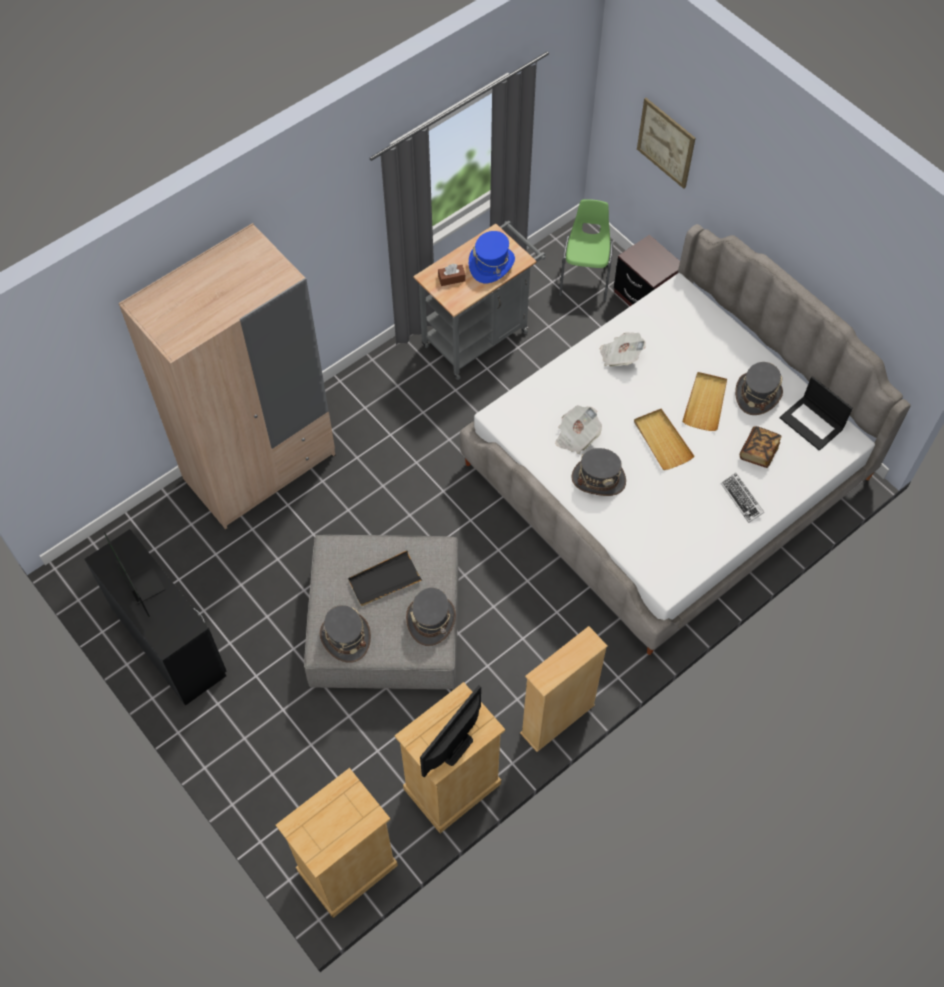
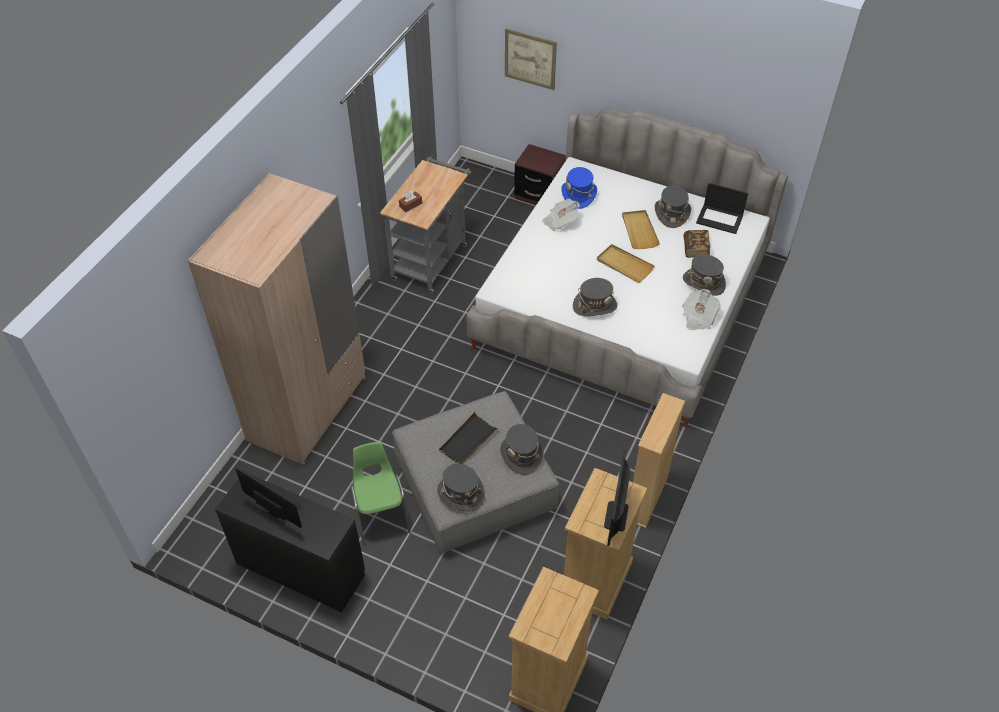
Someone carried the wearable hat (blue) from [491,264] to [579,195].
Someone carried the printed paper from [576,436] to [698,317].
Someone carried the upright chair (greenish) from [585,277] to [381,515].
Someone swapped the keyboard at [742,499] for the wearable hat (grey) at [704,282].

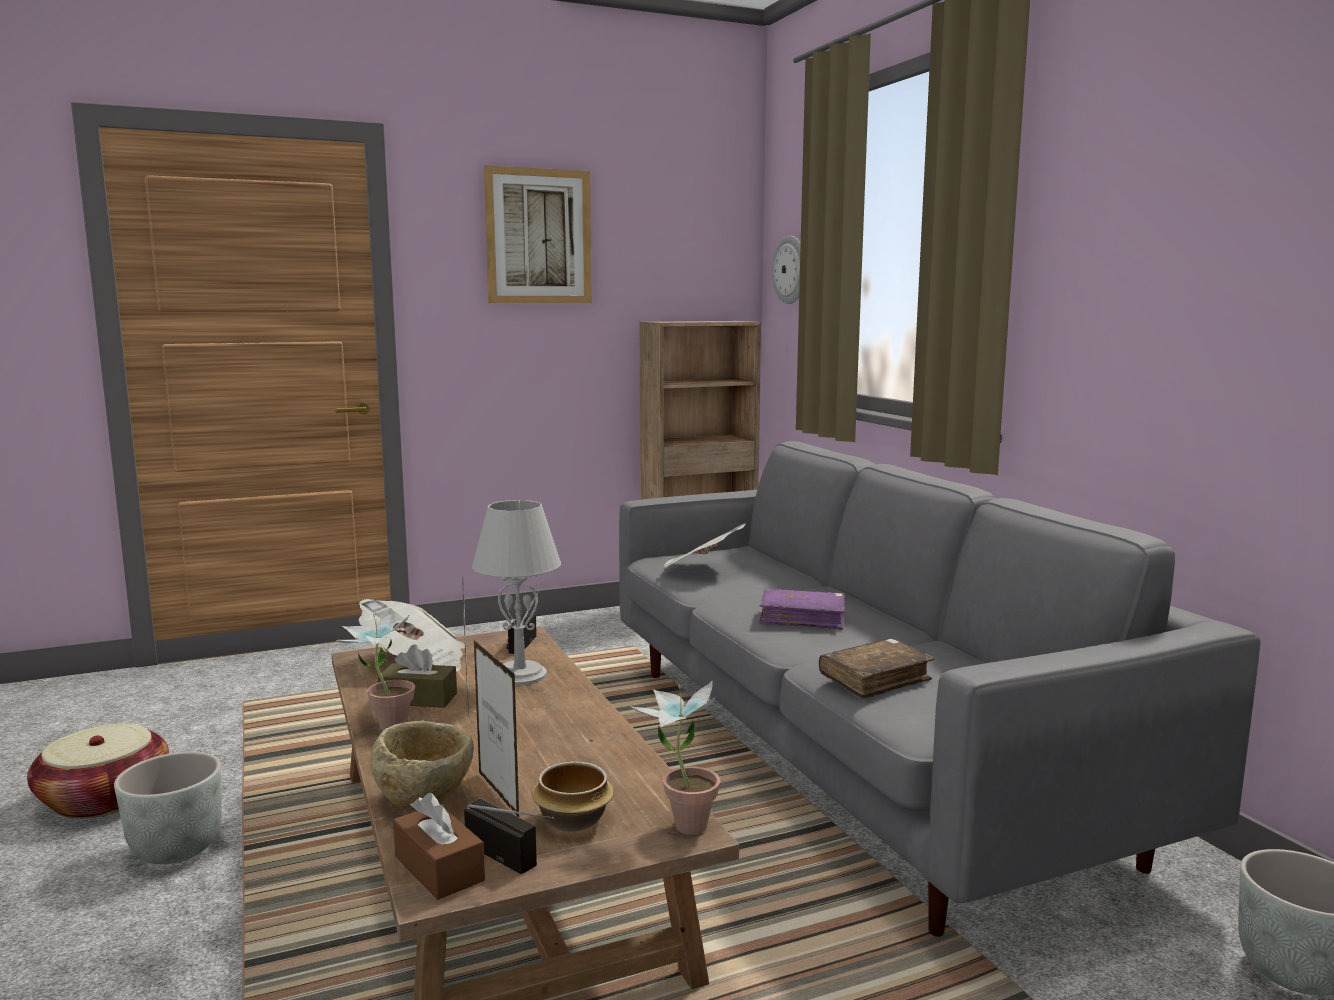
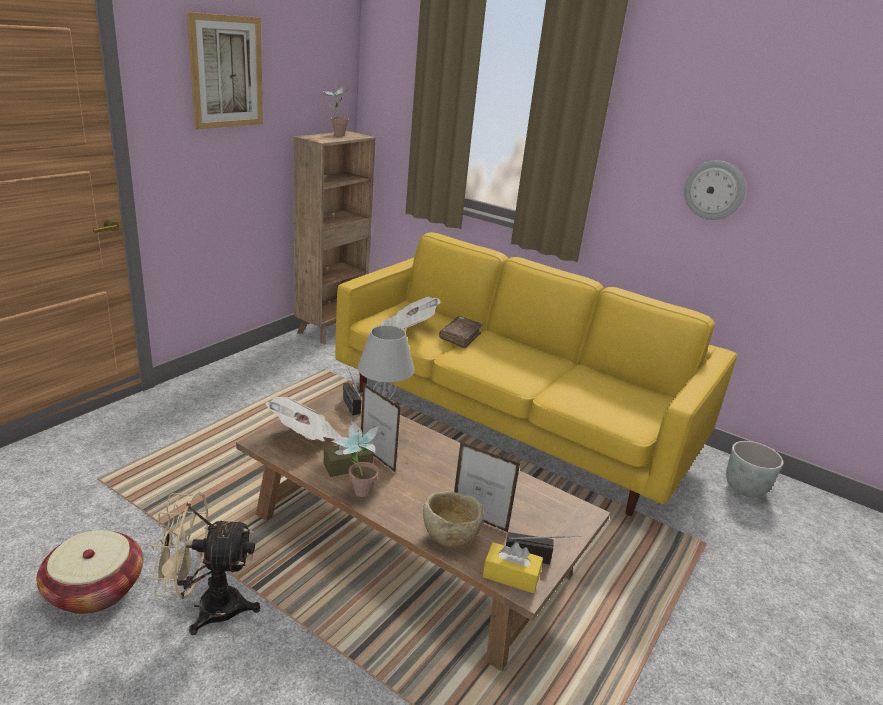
Someone swapped the planter (grey) at [176,851] for the electric fan (beige-coloured) at [207,607].
Someone repainted the tissue holder (brownish) at [439,868], which became the tissue holder (yellow) at [511,575].
Someone took away the bowl at [572,819].
Someone repainted the couch (grey) at [849,756], which became the couch (yellow) at [510,423].
Someone carried the plant in a pot from [681,822] to [335,134].
Someone took away the bound book (purple-coloured) at [802,619].
Someone carried the clock on the wall from [791,269] to [714,190].
Someone carried the bound book (brownish) from [875,680] to [460,337].

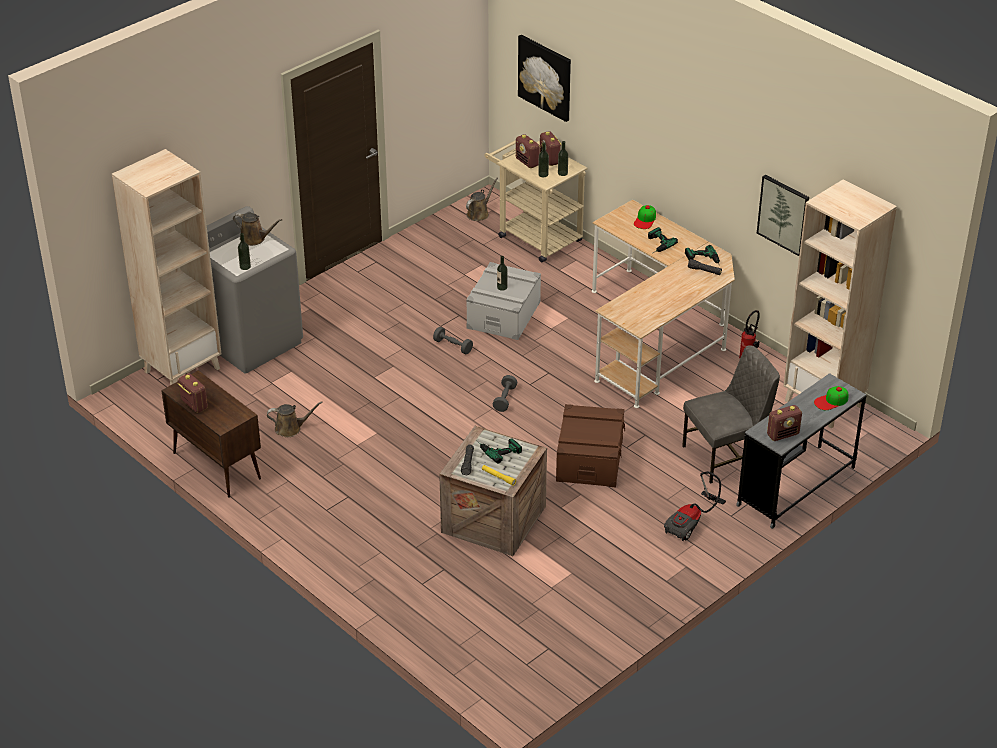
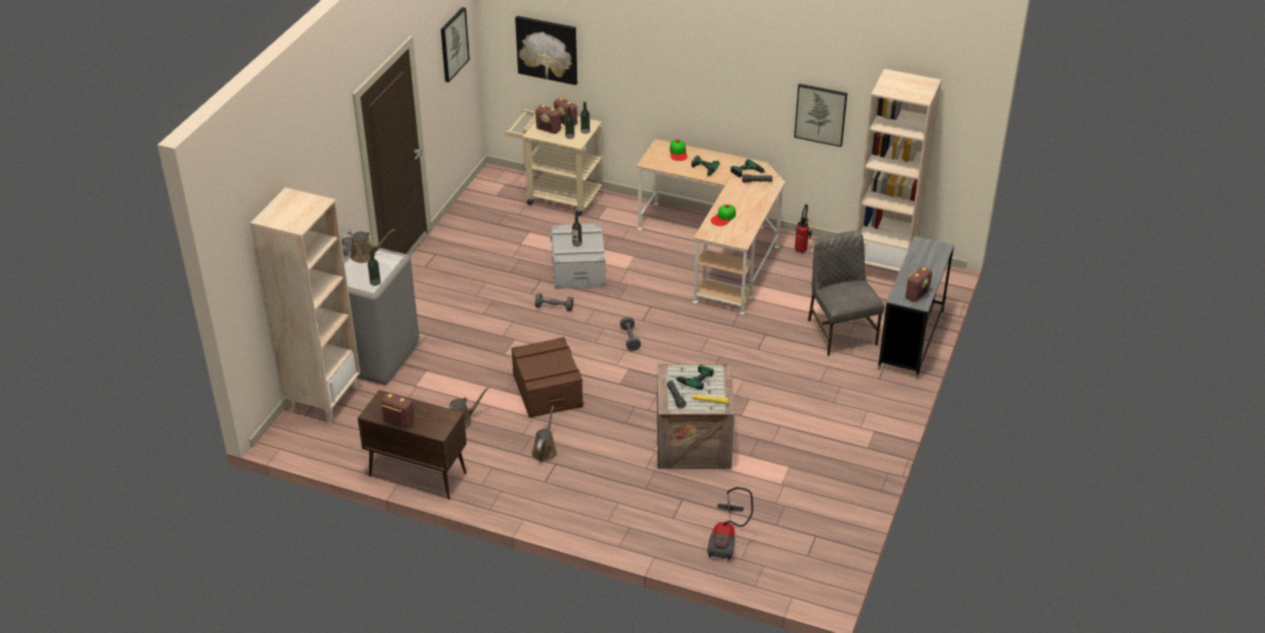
Someone carried the sprinkling can (brownish) from [479,213] to [545,451].
Someone carried the storage box (brownish) from [589,459] to [547,390].
Someone carried the vacuum from [693,523] to [727,539].
Someone rotated the upright chair (grey) at [726,456] by 60 degrees counterclockwise.
Someone carried the peaked cap from [831,401] to [723,217].
Someone put up the picture at [453,44].

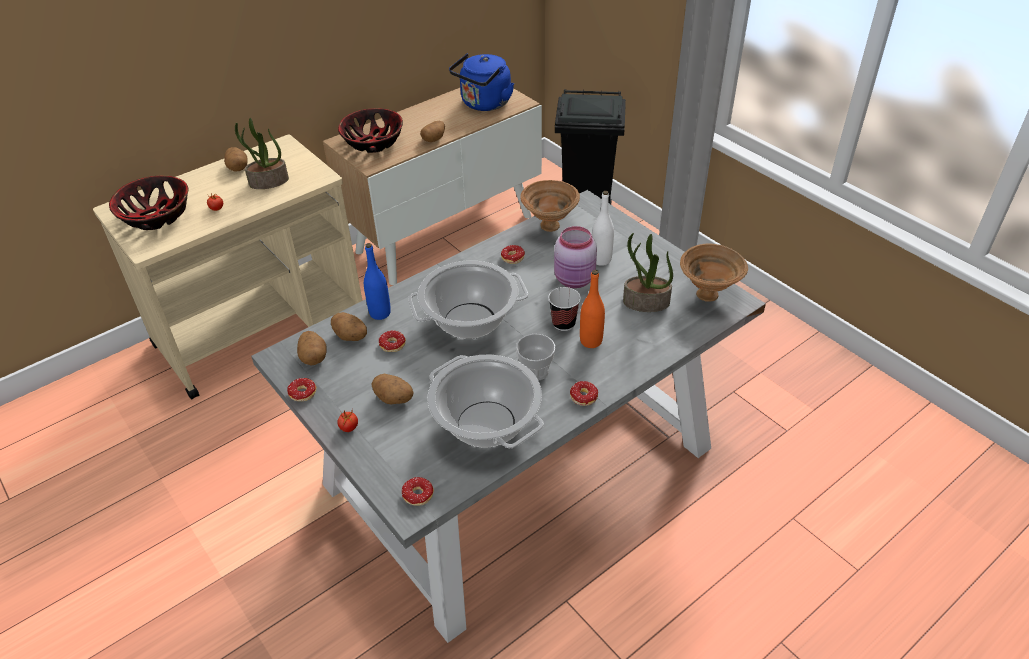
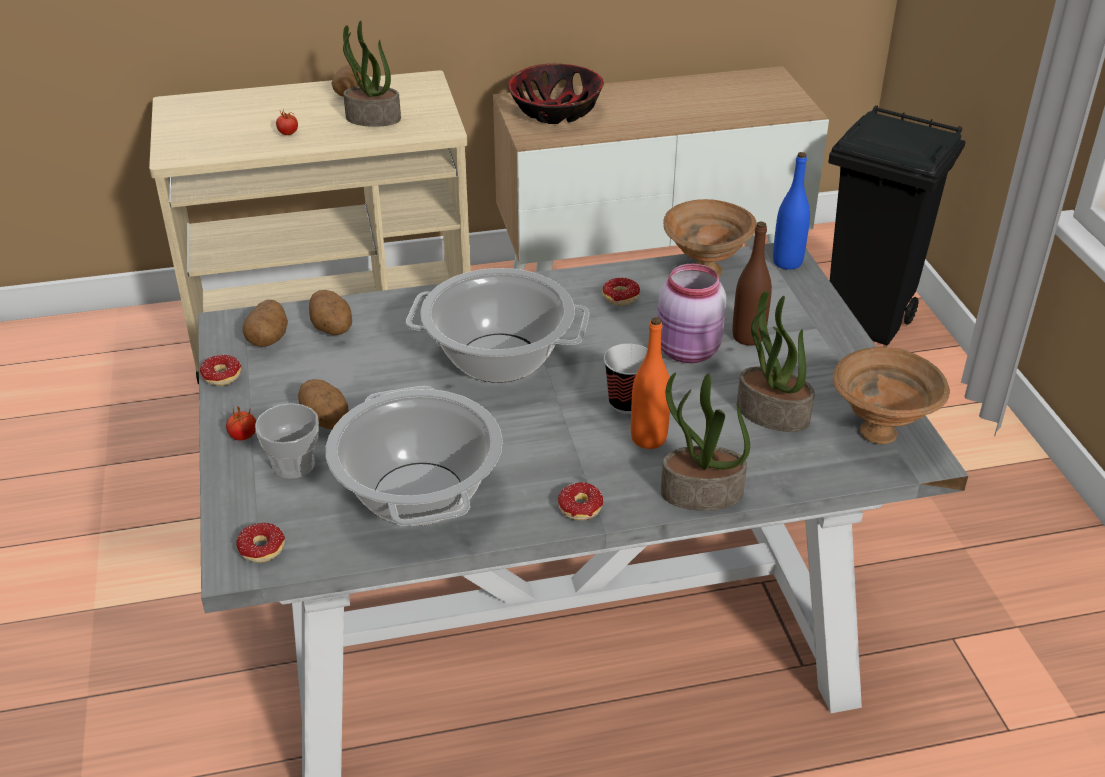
Someone took away the bowl at [156,217].
Someone carried the beverage bottle (blue) from [380,313] to [787,262].
Someone took away the donut at [390,348].
Someone took away the whole potato at [434,139].
Someone took away the kettle (blue) at [484,104].
Someone carried the drinking cup from [535,371] to [293,464].
Someone repainted the beverage bottle (white) at [601,260], which became the beverage bottle (brownish) at [748,337].
Someone put down the plant in a pot at [700,494].

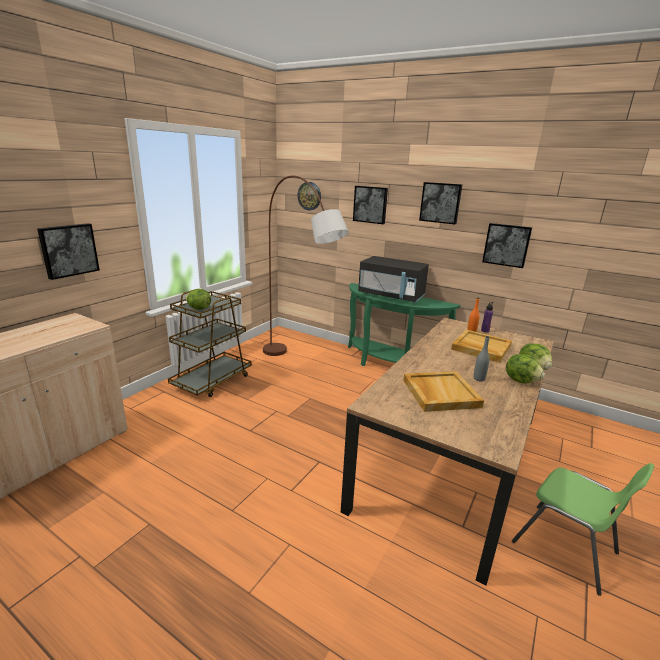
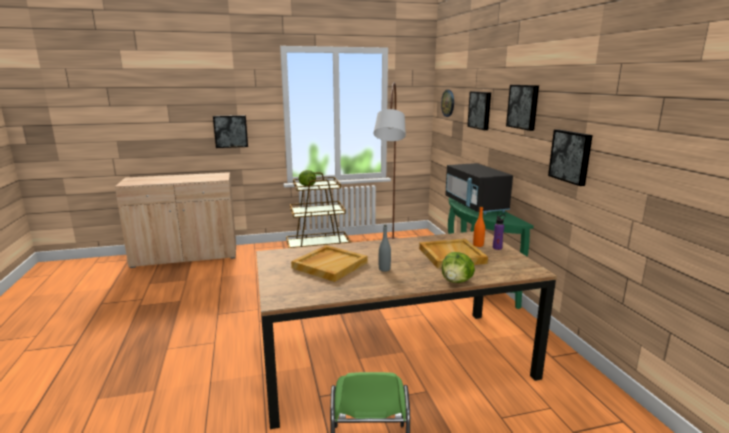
Someone took away the lettuce head at [521,380].

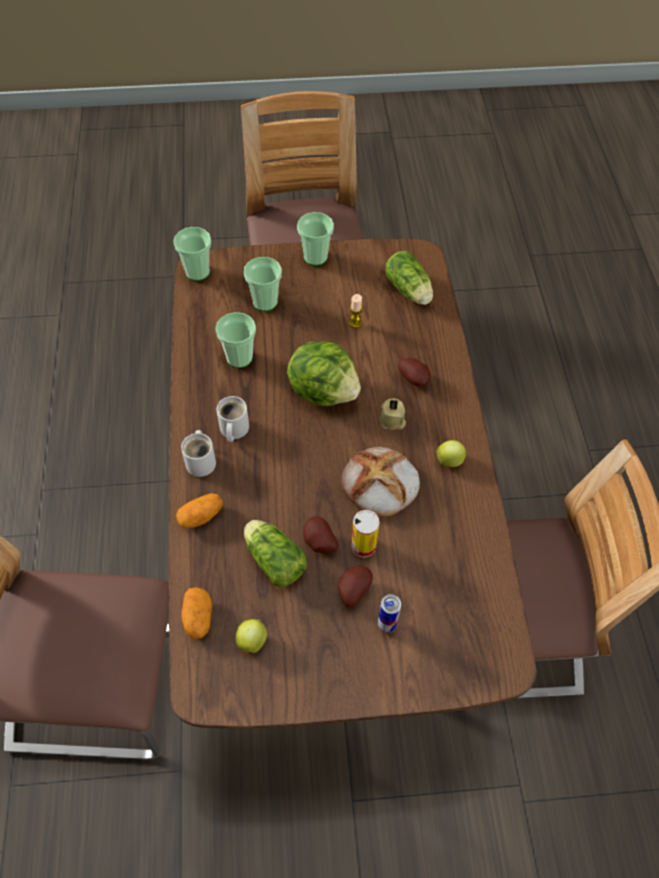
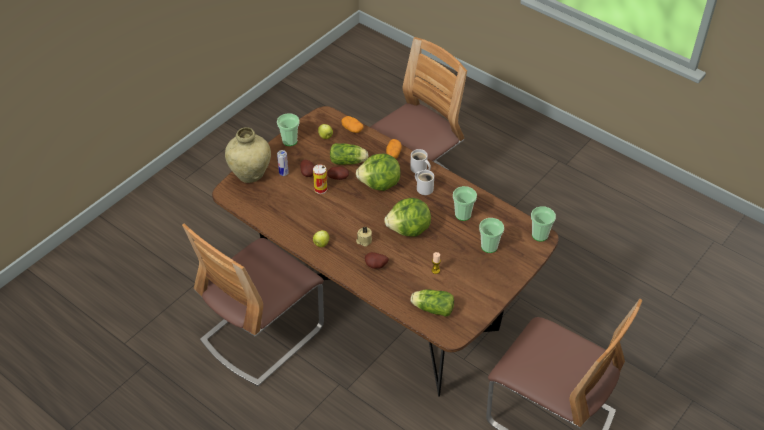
Someone carried the drinking cup from [315,257] to [289,141].
Someone took away the baked bread at [380,485].
Someone put down the vase (beige-coloured) at [250,175].
Someone put down the lettuce head at [380,185].

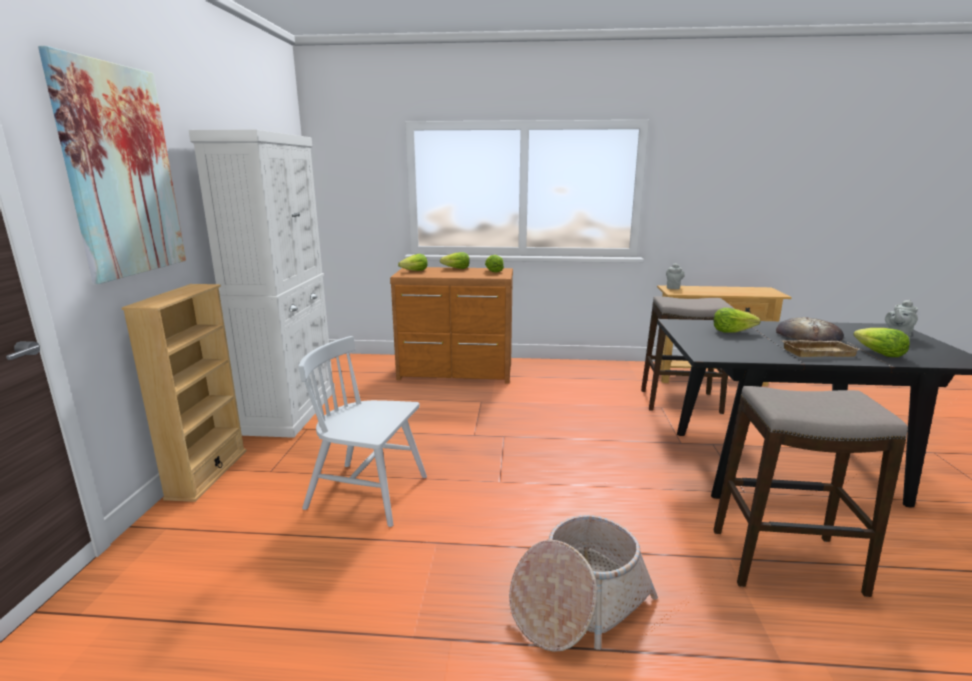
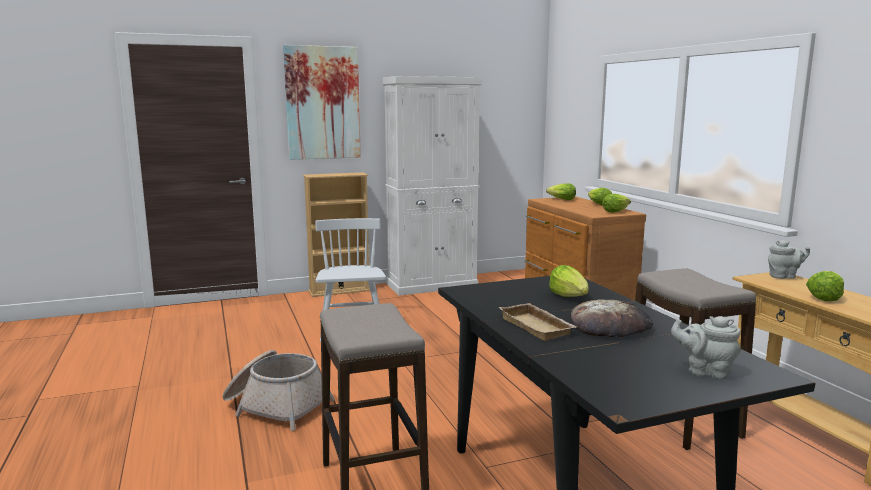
Someone carried the lettuce head from [878,353] to [825,297].

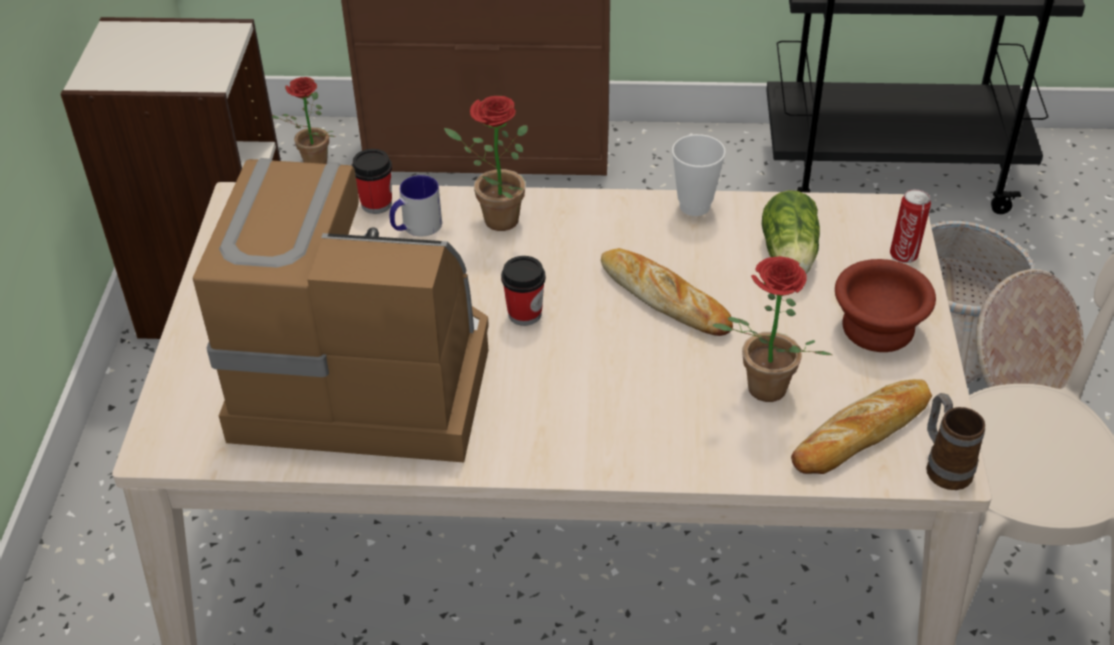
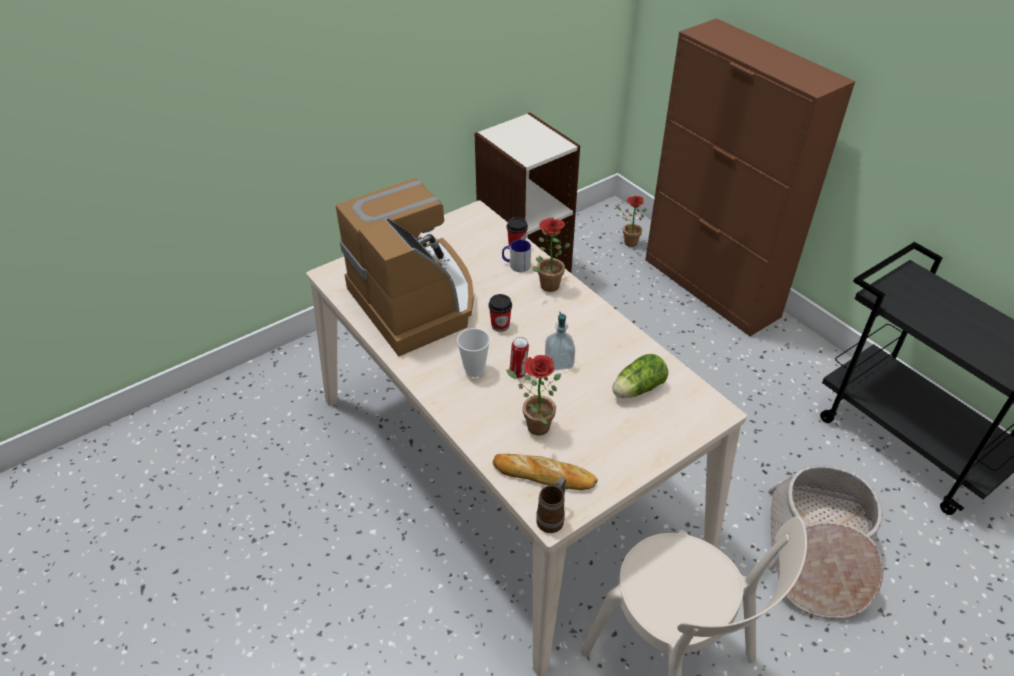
Someone swapped the baked bread at [664,298] for the liquid soap bottle at [559,362].
Someone carried the drinking cup from [694,206] to [474,370].
Someone took away the bowl (brownish) at [881,328].
Someone carried the metal can from [904,254] to [518,373].

